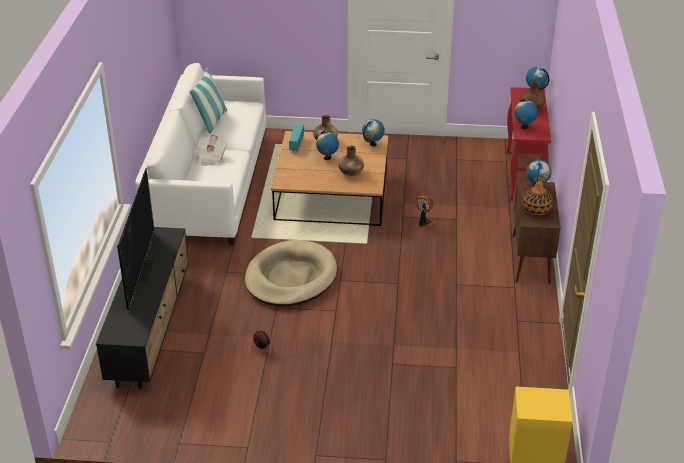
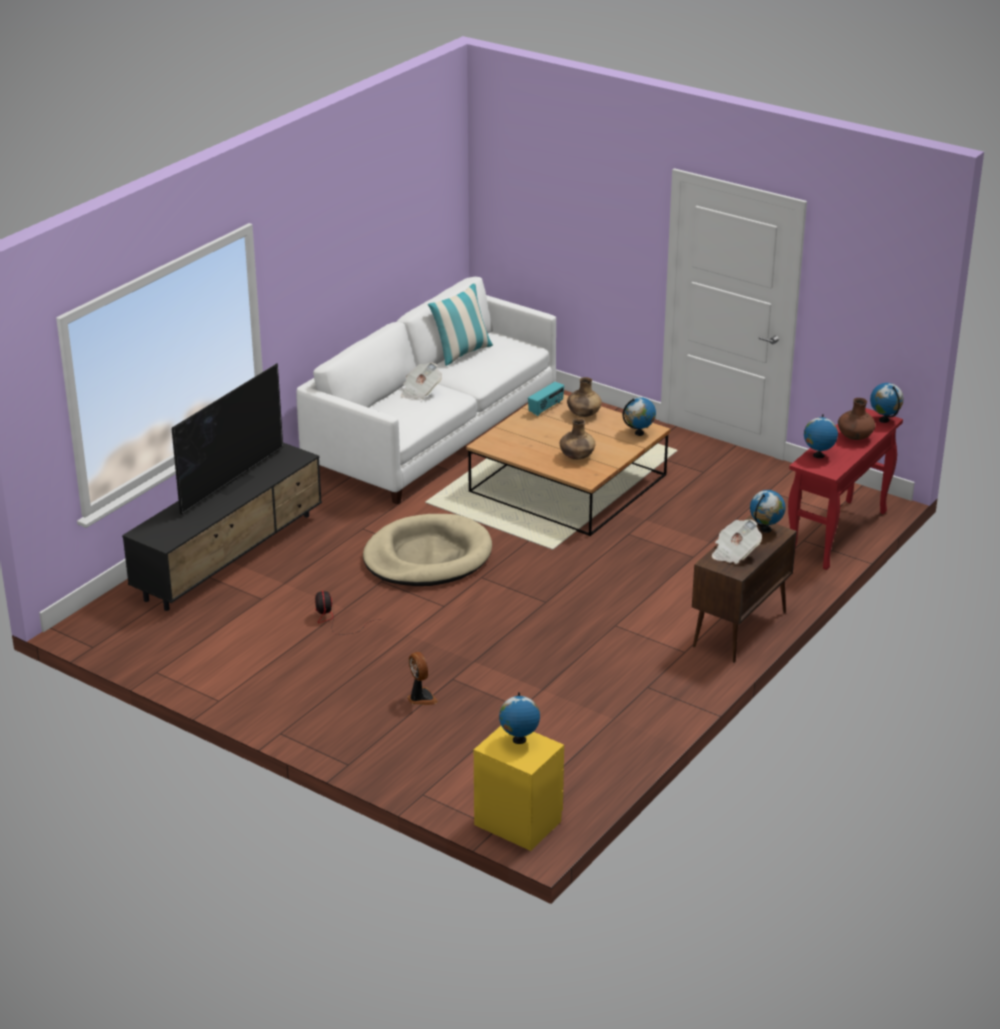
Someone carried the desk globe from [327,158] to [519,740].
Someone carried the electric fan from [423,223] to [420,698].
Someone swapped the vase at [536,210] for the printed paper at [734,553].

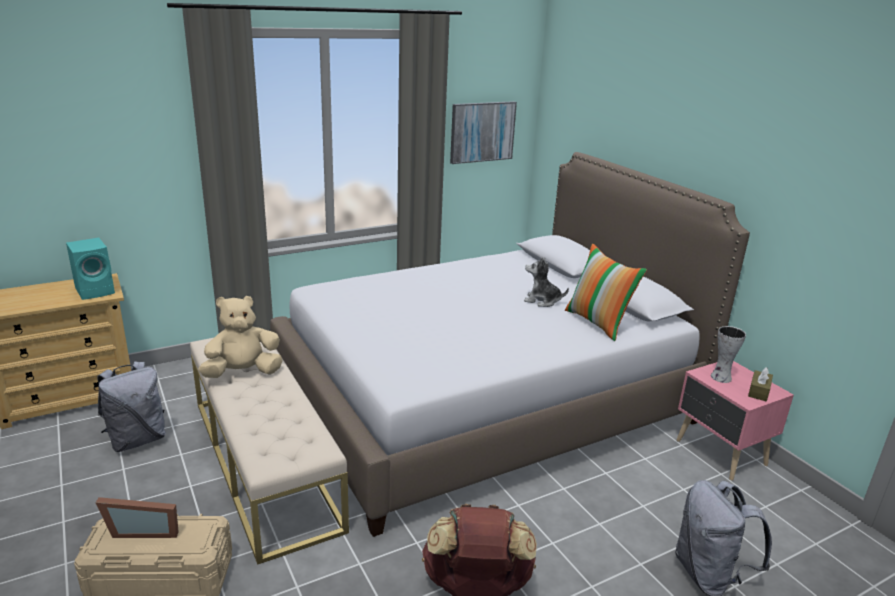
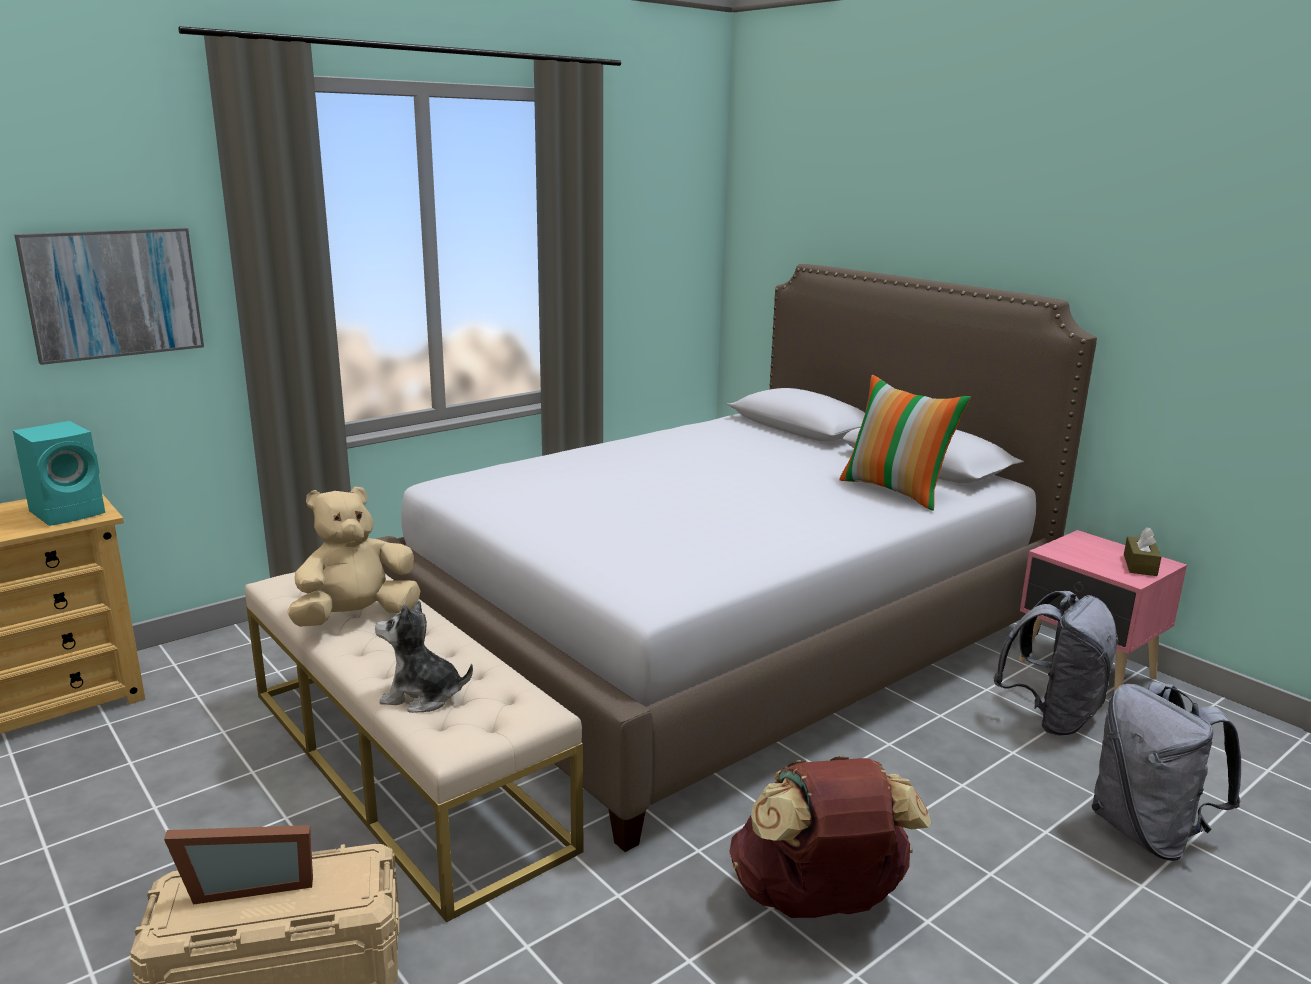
Someone carried the rucksack (grey) from [137,439] to [1052,717].
Someone carried the picture from [482,132] to [113,293].
Someone carried the plush toy from [542,301] to [422,696].
Someone took away the vase at [720,377].

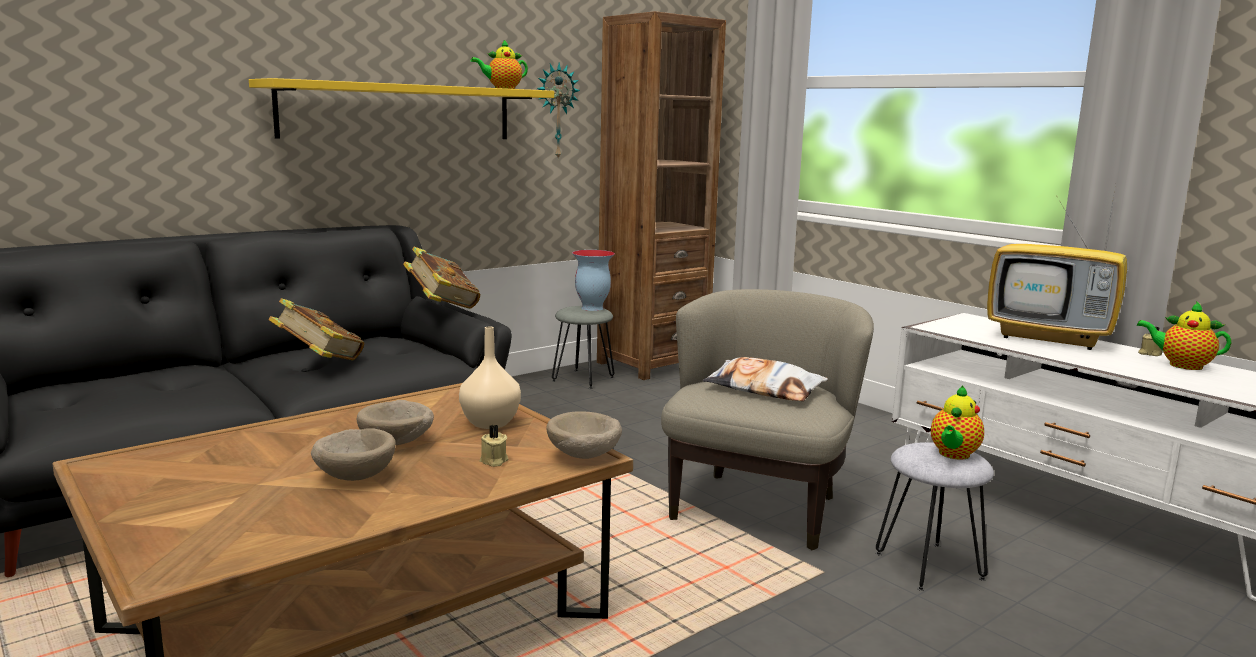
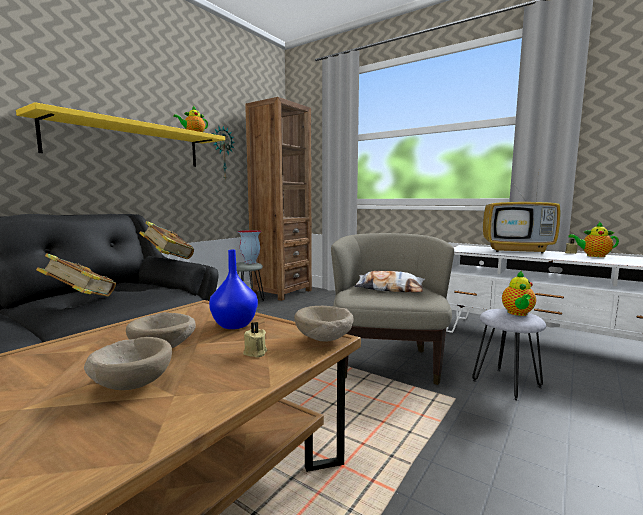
Someone repainted the vase (beige-coloured) at [489,423], which became the vase (blue) at [233,325].

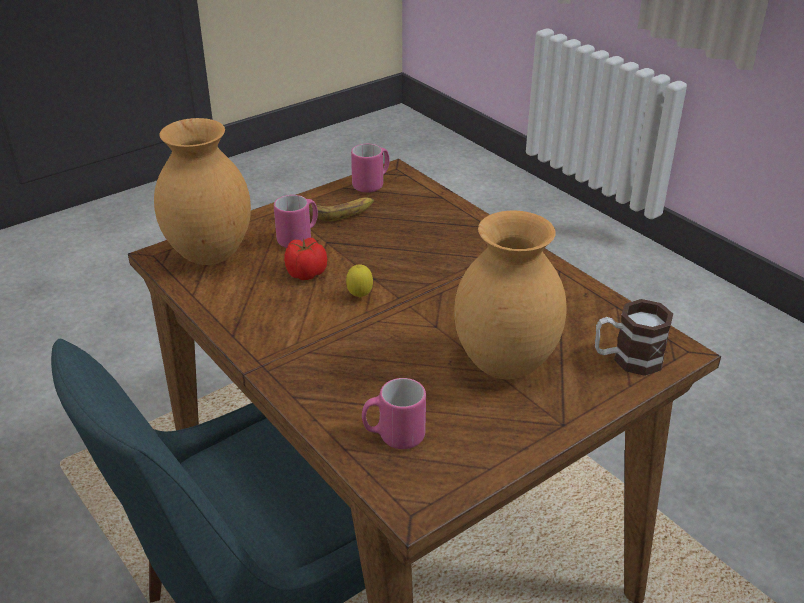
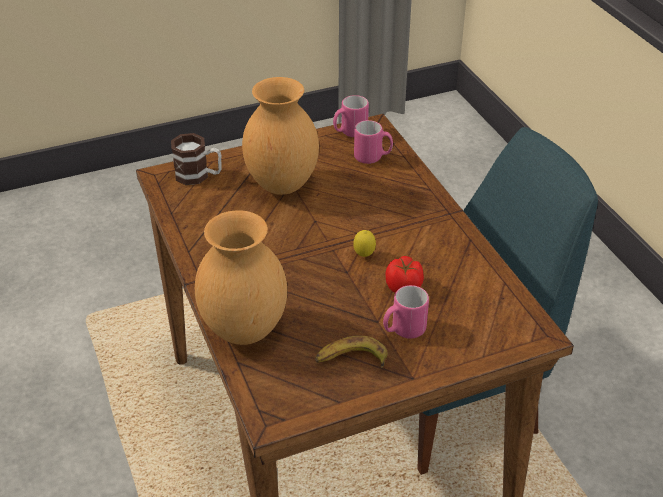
Someone carried the vase (brownish) from [208,255] to [246,330].
Someone carried the coffee mug (pinkish) from [372,184] to [350,132].

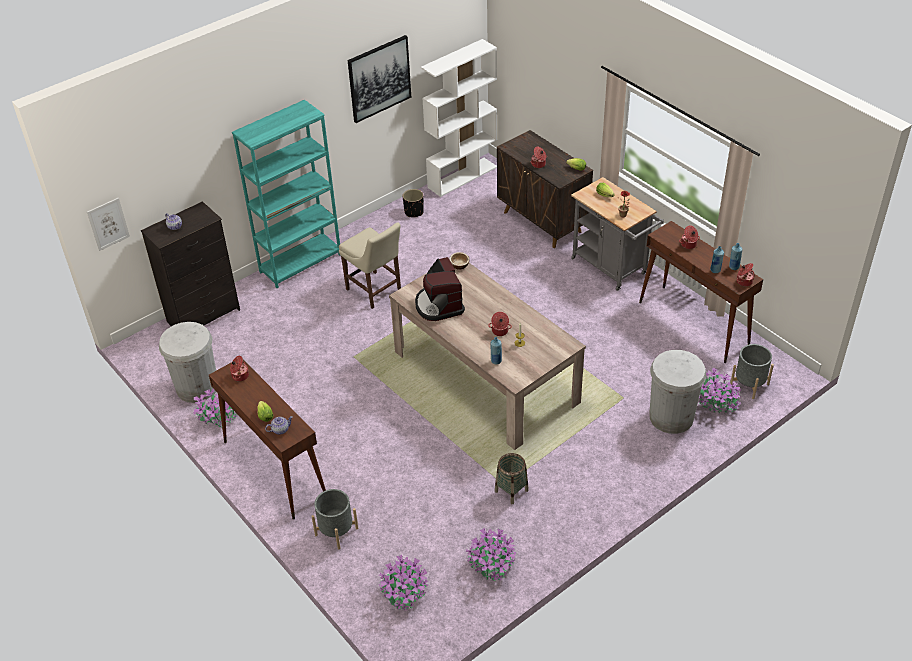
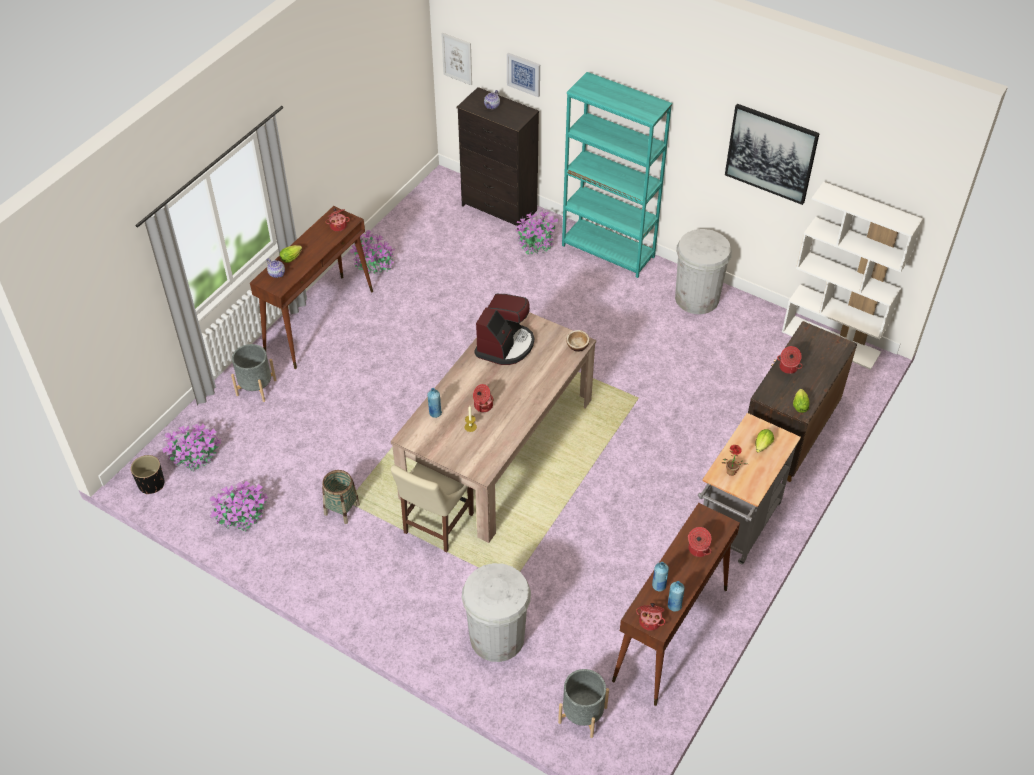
Someone carried the rubbish bin (white) from [197,387] to [697,298].
Someone carried the upright chair (beige-coloured) from [375,291] to [436,525].
Someone carried the planter (blackish) from [414,212] to [151,484].
Someone rotated the coffee machine at [439,305] by 150 degrees clockwise.
Someone carried the plant in a pot from [716,402] to [536,243].
Someone put up the picture at [524,74].

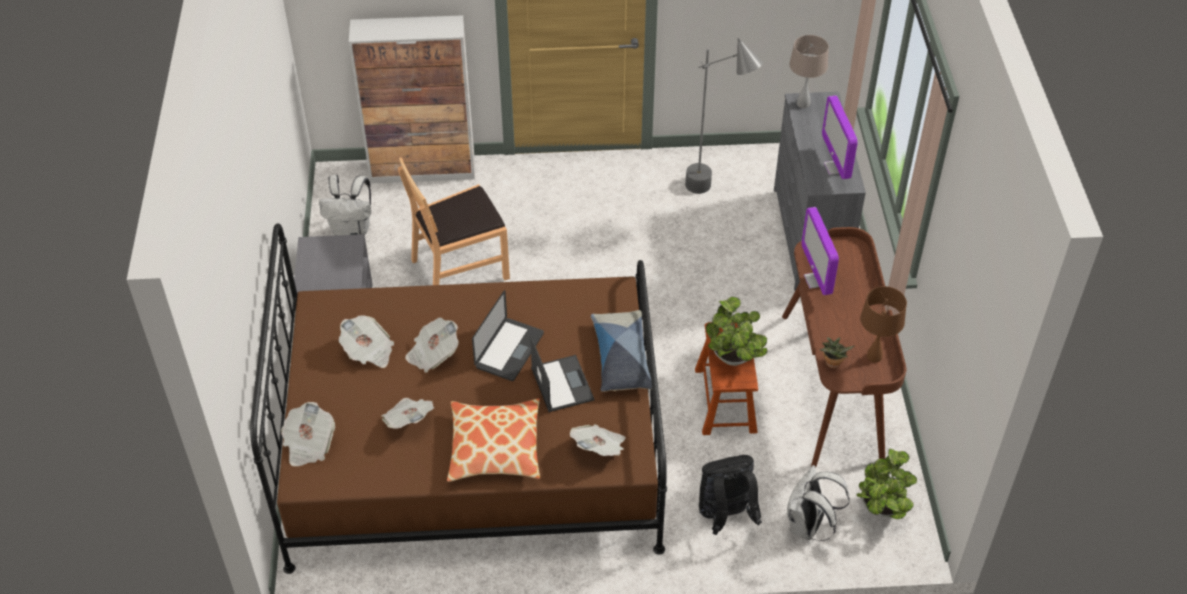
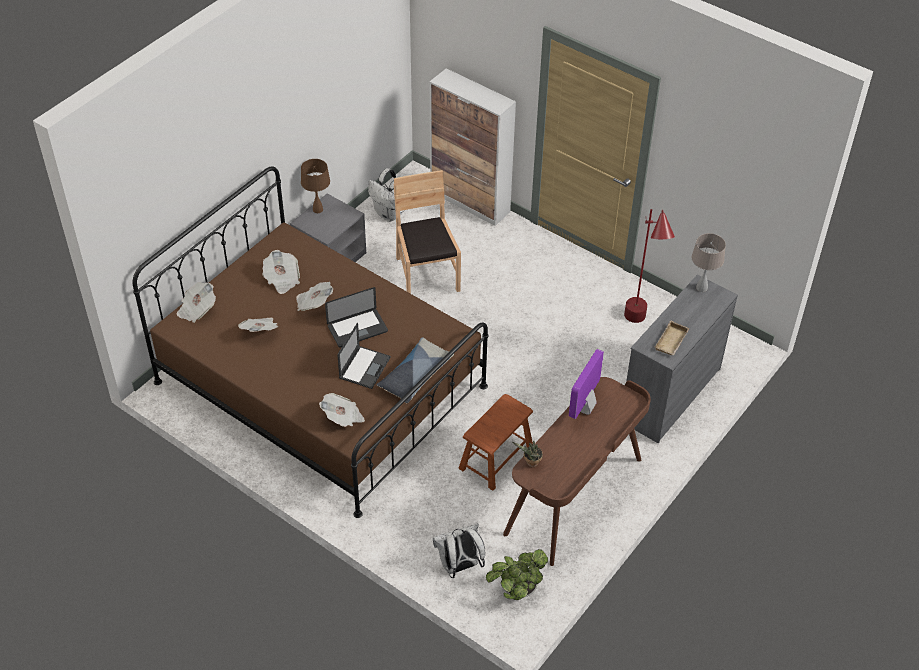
Someone rotated the upright chair (brownish) at [460,268] by 60 degrees clockwise.
Someone took away the cushion at [495,448].
Someone repainted the floor lamp (grey) at [715,194], which became the floor lamp (red) at [639,328].
Someone took away the rucksack (blackish) at [725,516].
Someone took away the plant in a pot at [734,360].
Someone swapped the computer display at [836,167] for the carrying tray (beige-coloured) at [672,342].
Someone carried the table lamp (brownish) from [874,356] to [318,209].

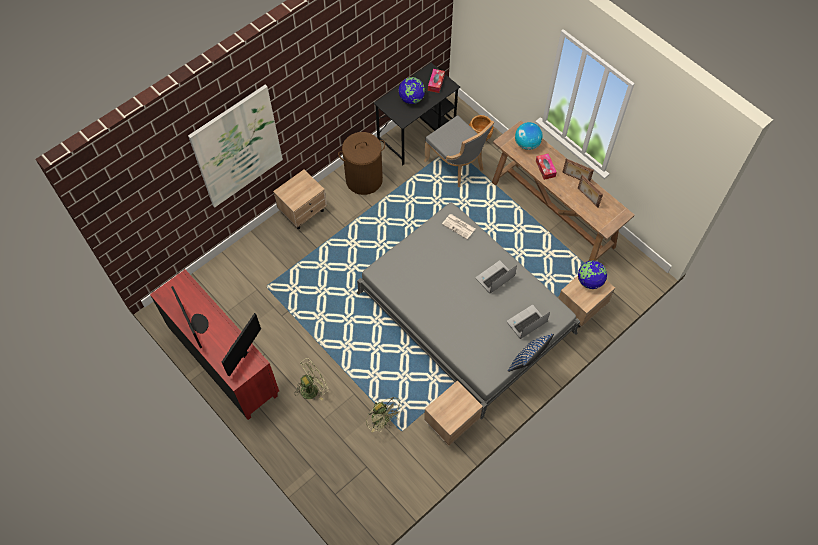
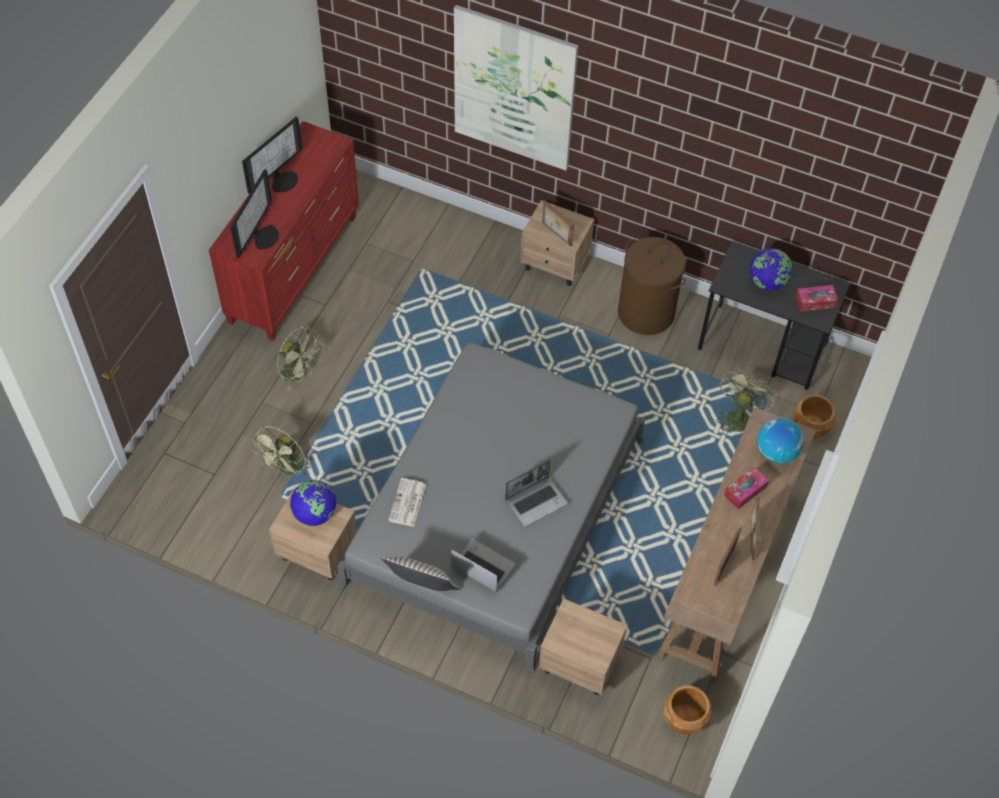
Someone rotated the computer display at [240,352] by 105 degrees clockwise.
Someone swapped the upright chair (grey) at [457,165] for the electric fan (greenish) at [738,416].
Someone carried the printed paper from [459,226] to [407,503].
Someone rotated the laptop at [495,278] by 120 degrees clockwise.
Someone repainted the cushion (blue) at [528,360], which became the cushion (beige-coloured) at [421,588].
Someone carried the desk globe from [589,281] to [315,513].
Someone put down the standing frame at [556,234].
Someone put down the planter (brownish) at [684,719].

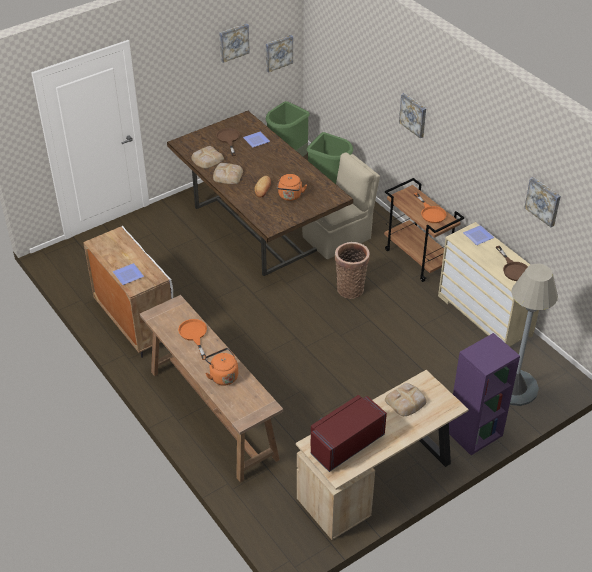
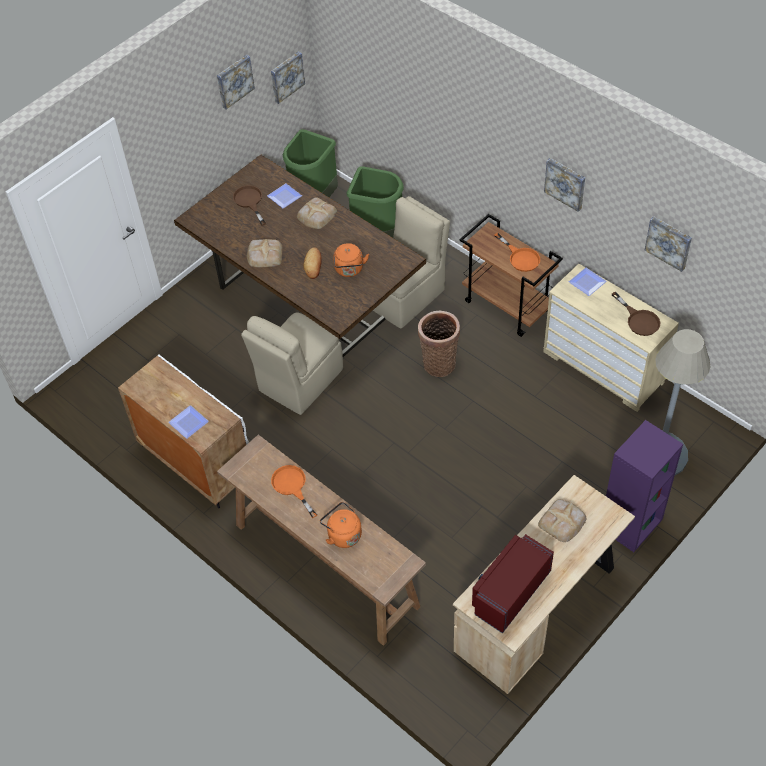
Someone carried the baked bread from [206,159] to [316,216].
Someone carried the picture from [413,115] to [565,183].
Someone put down the upright chair (beige-coloured) at [299,381].

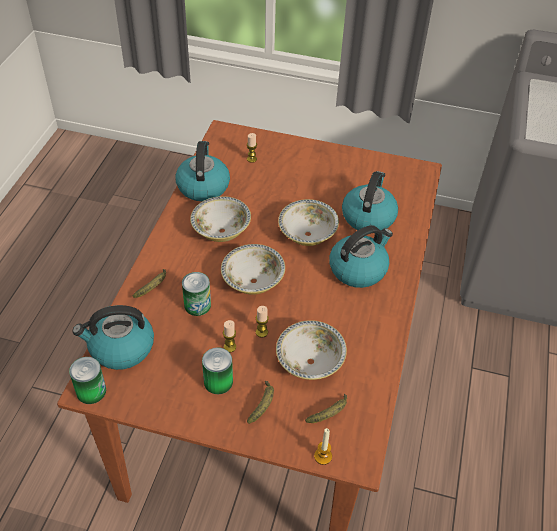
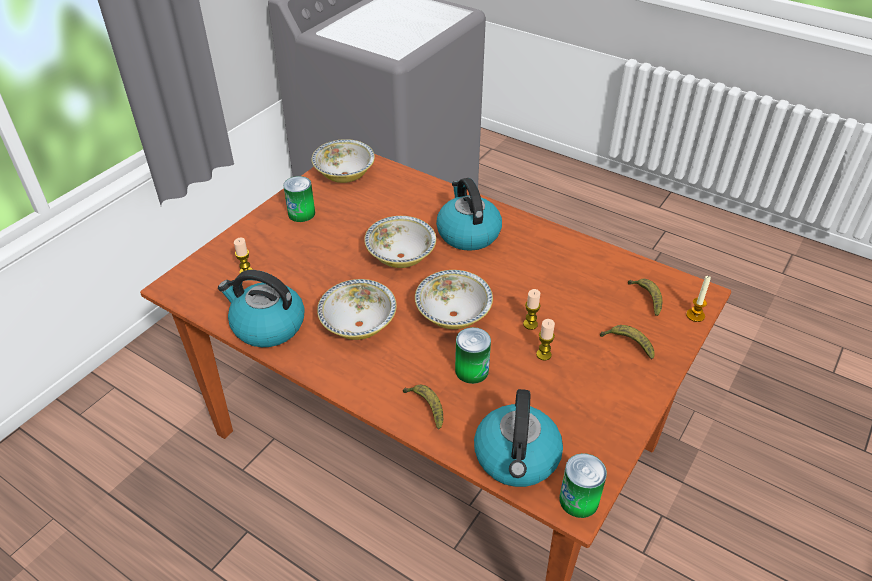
Someone carried the metal can from [218,381] to [301,213].
Someone carried the bowl from [310,362] to [344,175].
Someone took away the kettle at [368,216].

